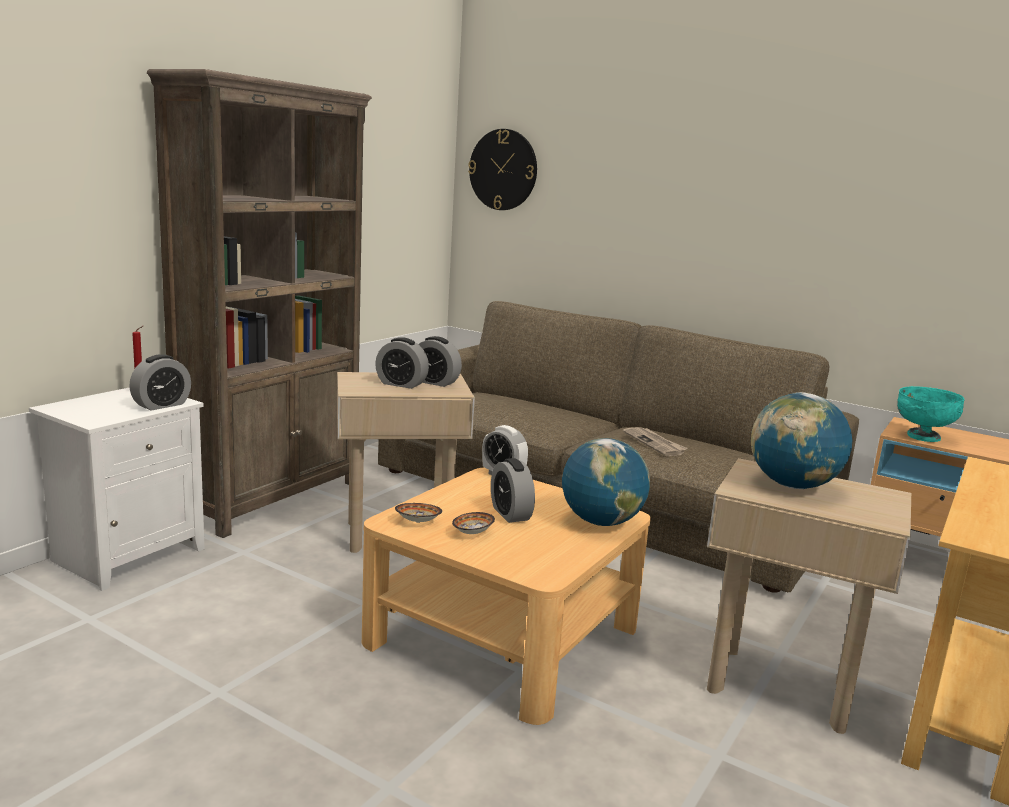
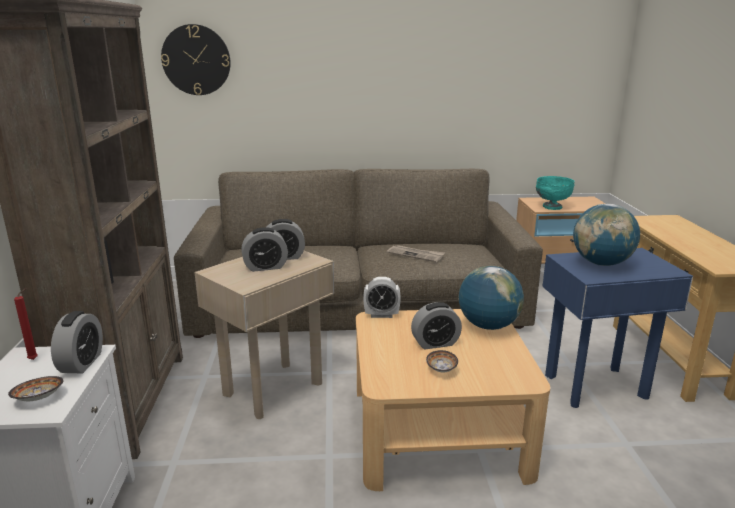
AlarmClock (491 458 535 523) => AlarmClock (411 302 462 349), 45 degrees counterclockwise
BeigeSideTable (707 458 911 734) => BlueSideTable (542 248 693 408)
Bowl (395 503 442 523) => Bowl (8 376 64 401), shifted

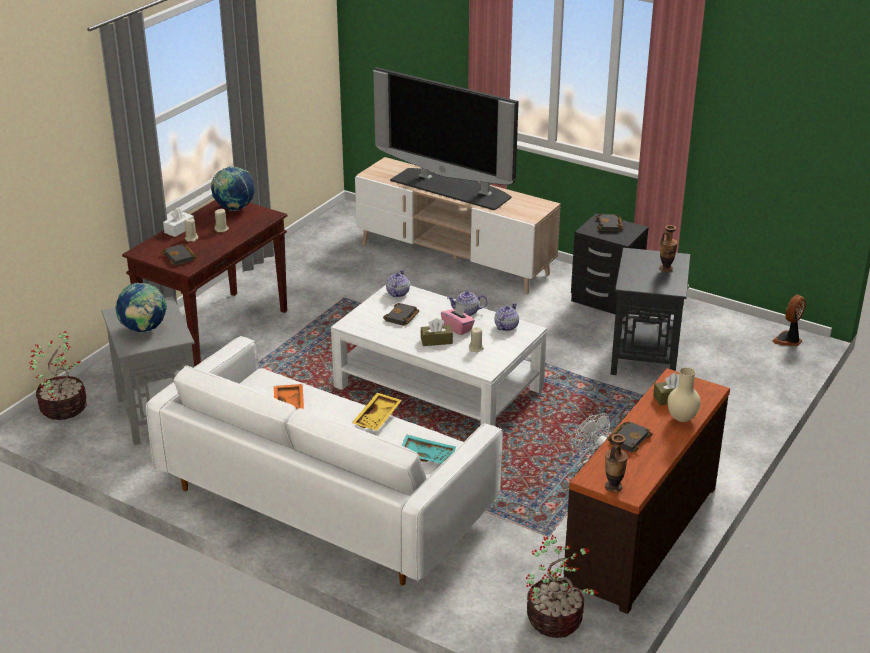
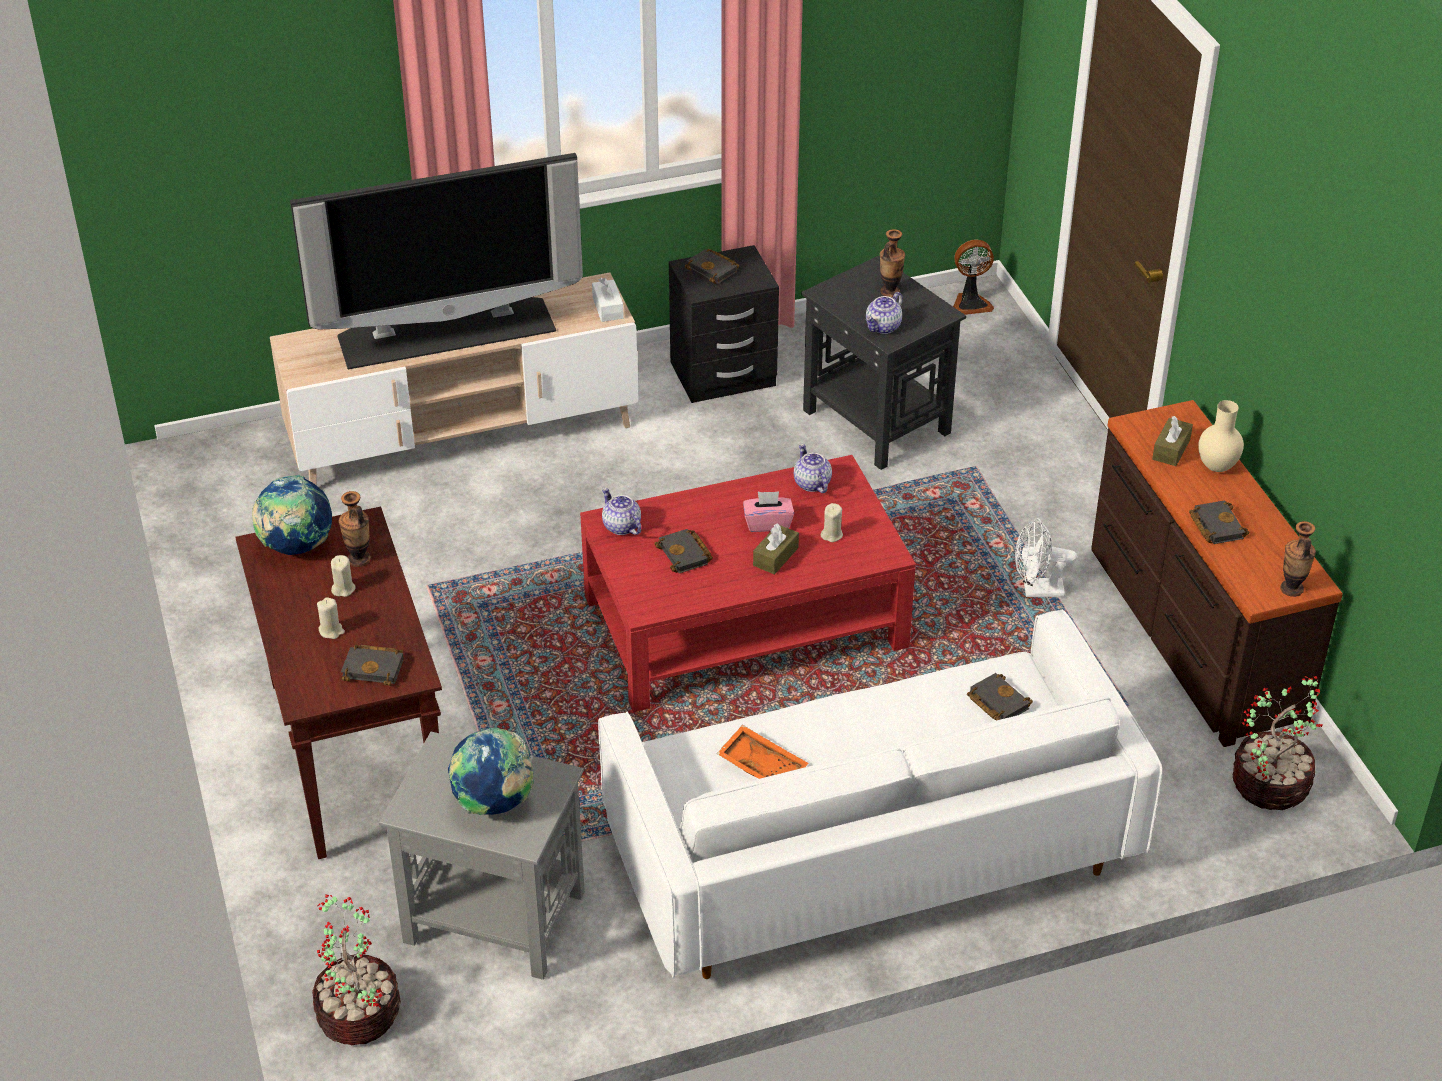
WhiteTissueBox (163 208 194 237) => WhiteTissueBox (592 278 624 322), shifted
WhiteCoffeeTable (331 285 547 426) => RedCoffeeTable (580 455 916 712)
Teapot (447 291 487 316) => Teapot (866 292 903 334), shifted
Fan (772 295 806 346) => Fan (953 240 994 315), 90 degrees counterclockwise
YellowTray (352 393 402 431) => nothing
TurquoiseTray (402 434 456 464) => BlackBook (967 673 1033 720)
nothing => Vase (339 491 371 567)

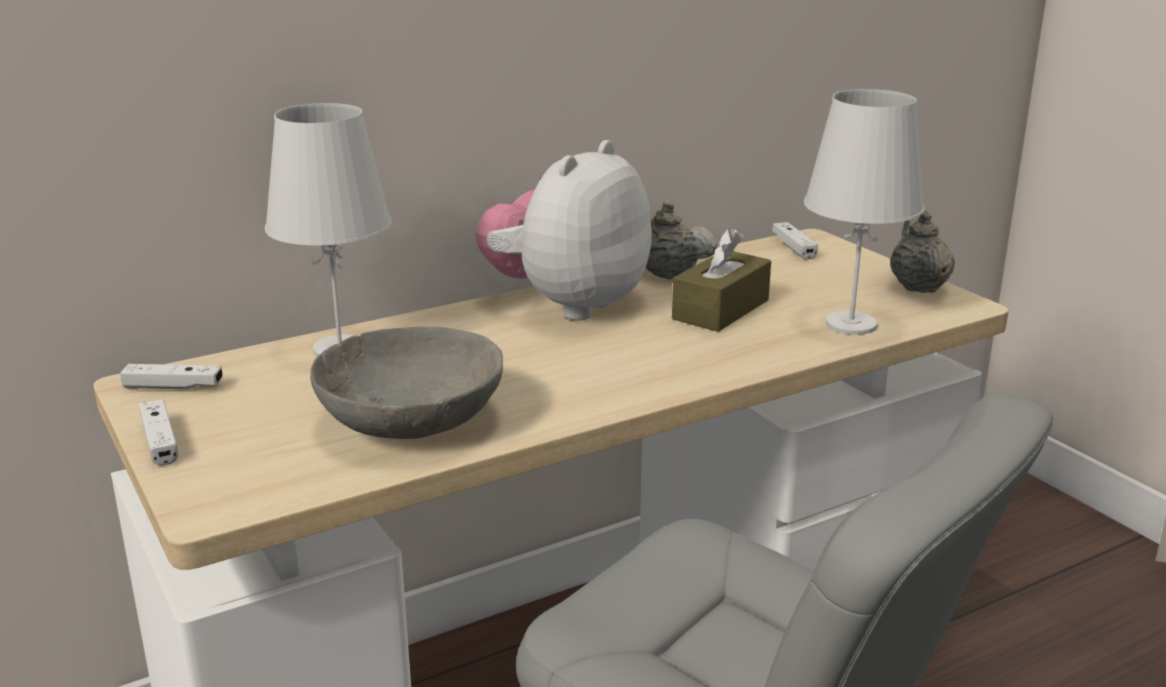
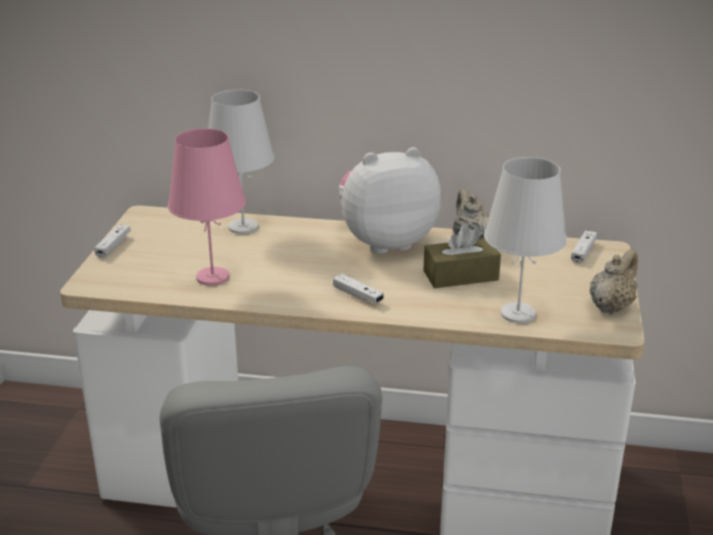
GreyBowl (310 327 503 439) => PinkTableLamp (168 128 246 285)
WhiteGameController (120 364 223 390) => WhiteGameController (333 274 384 304), shifted

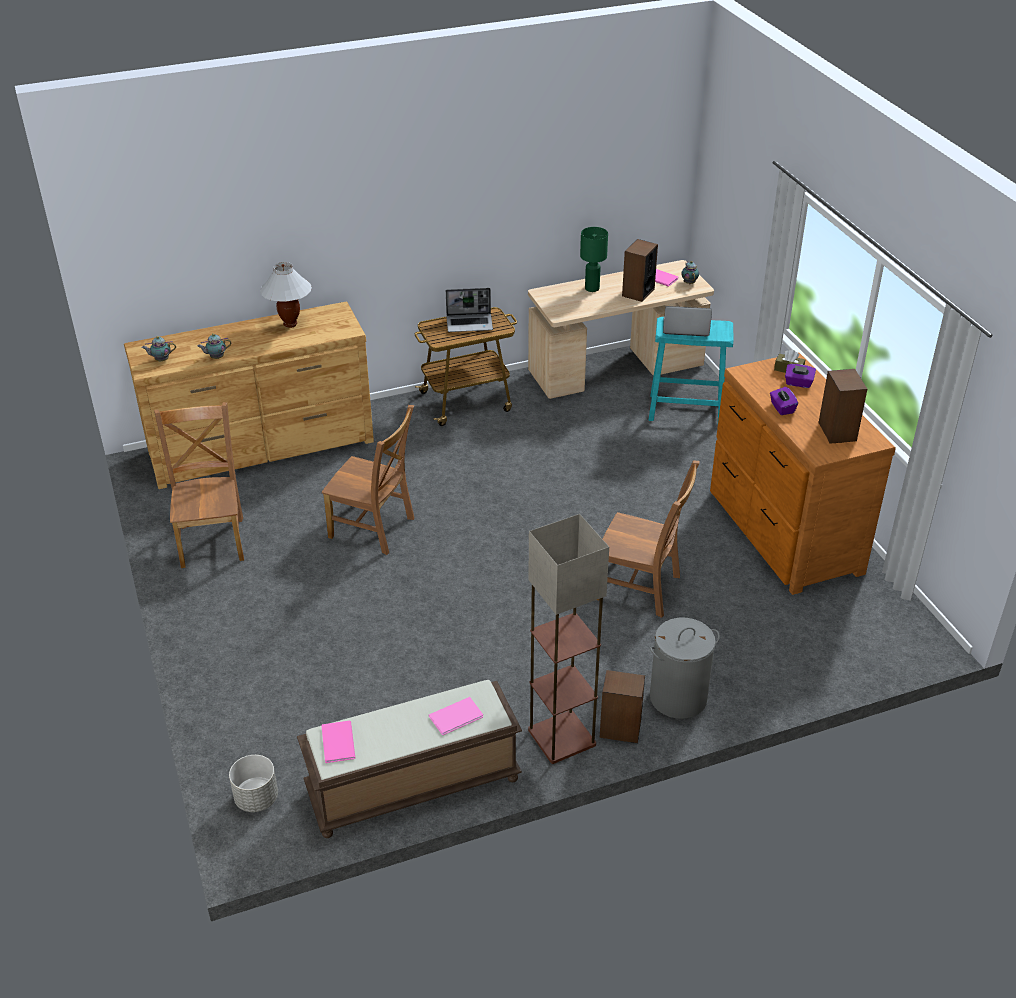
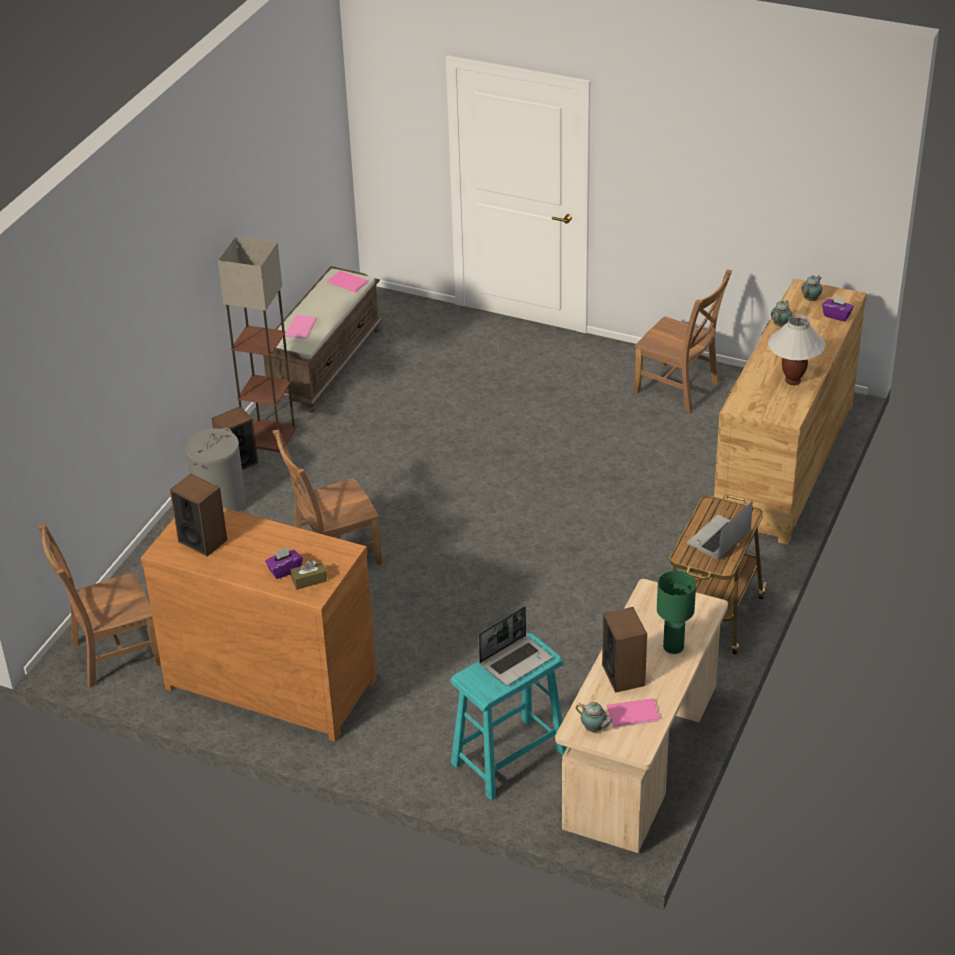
PurpleTissueBox (770 387 798 415) => PurpleTissueBox (822 295 854 322), shifted
BrownChair (322 405 414 555) => BrownChair (38 524 161 688), shifted
GreyPlanter (229 755 278 812) => nothing

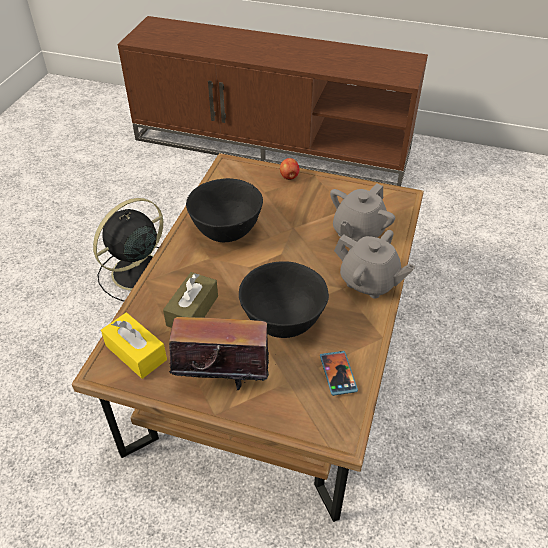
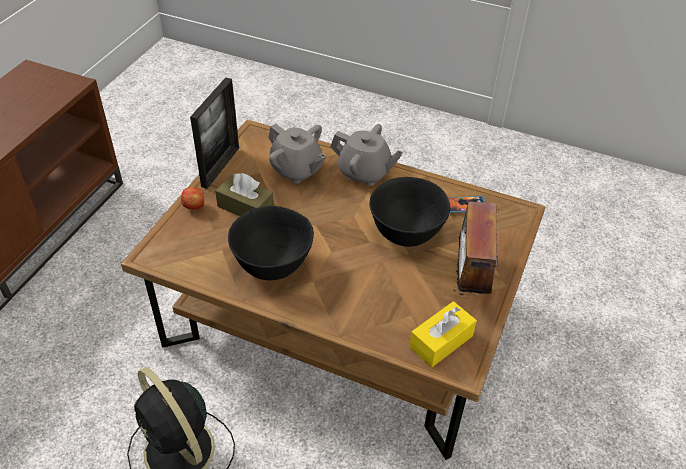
GreyTeapot (334 230 415 298) => GreyTeapot (330 124 403 186), 75 degrees clockwise
BrownTissueBox (163 272 218 328) => BrownTissueBox (215 173 274 216), shifted
nothing => PictureFrame (190 77 239 189)

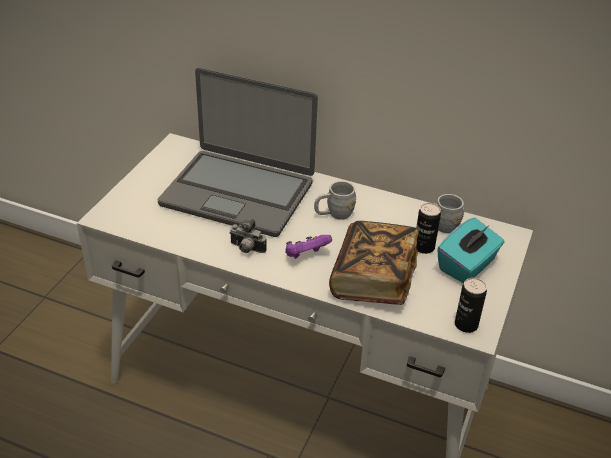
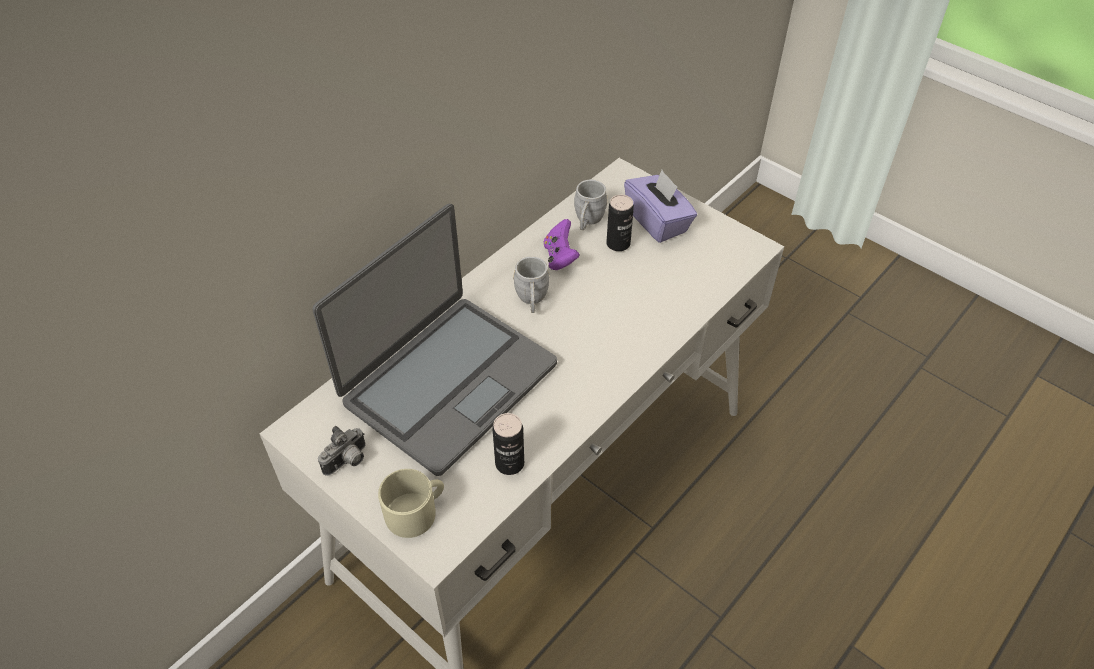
TurquoiseTissueBox (437 218 504 283) => PurpleTissueBox (624 170 697 243)
PhotoCamera (229 219 267 253) => PhotoCamera (318 426 366 476), shifted
Book (329 221 419 305) => nothing
PurpleGameController (285 235 332 259) => PurpleGameController (544 219 580 270), shifted
Can (455 278 487 333) => Can (492 413 524 475), shifted
nothing => BeigeMug (378 469 444 538)

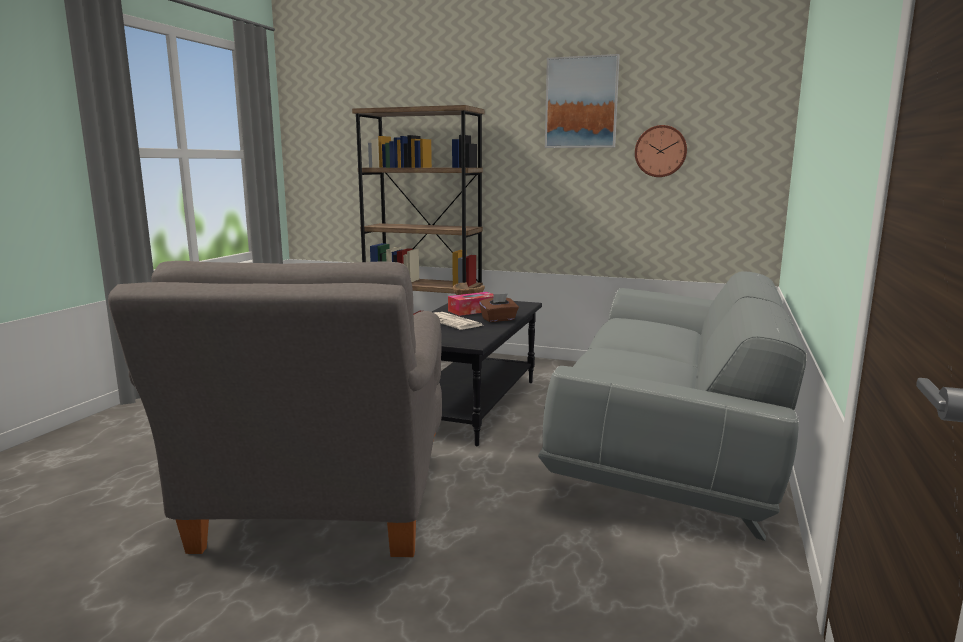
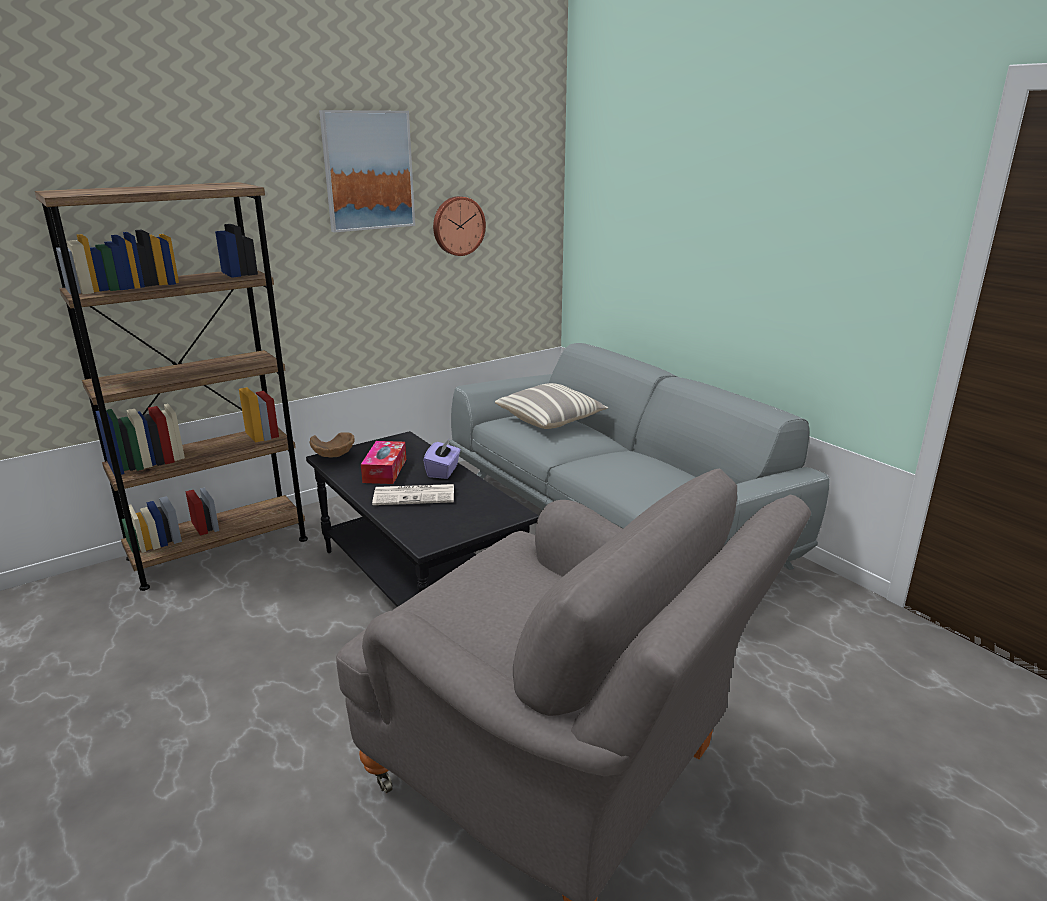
BrownTissueBox (479 293 519 322) => PurpleTissueBox (423 438 461 479)
nothing => Pillow (495 383 608 429)

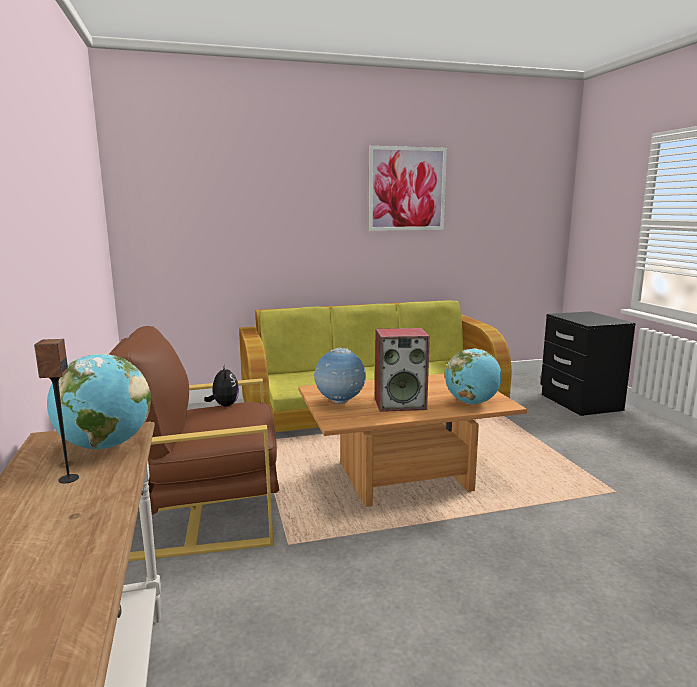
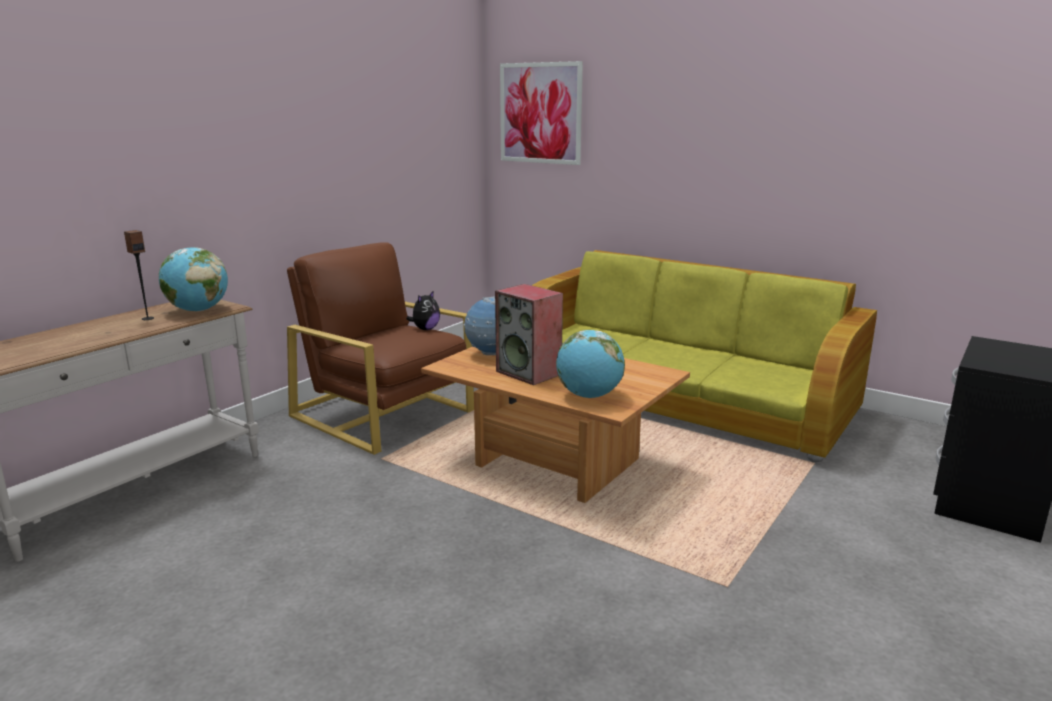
Picture (368 146 447 231) => Picture (500 61 583 165), shifted

